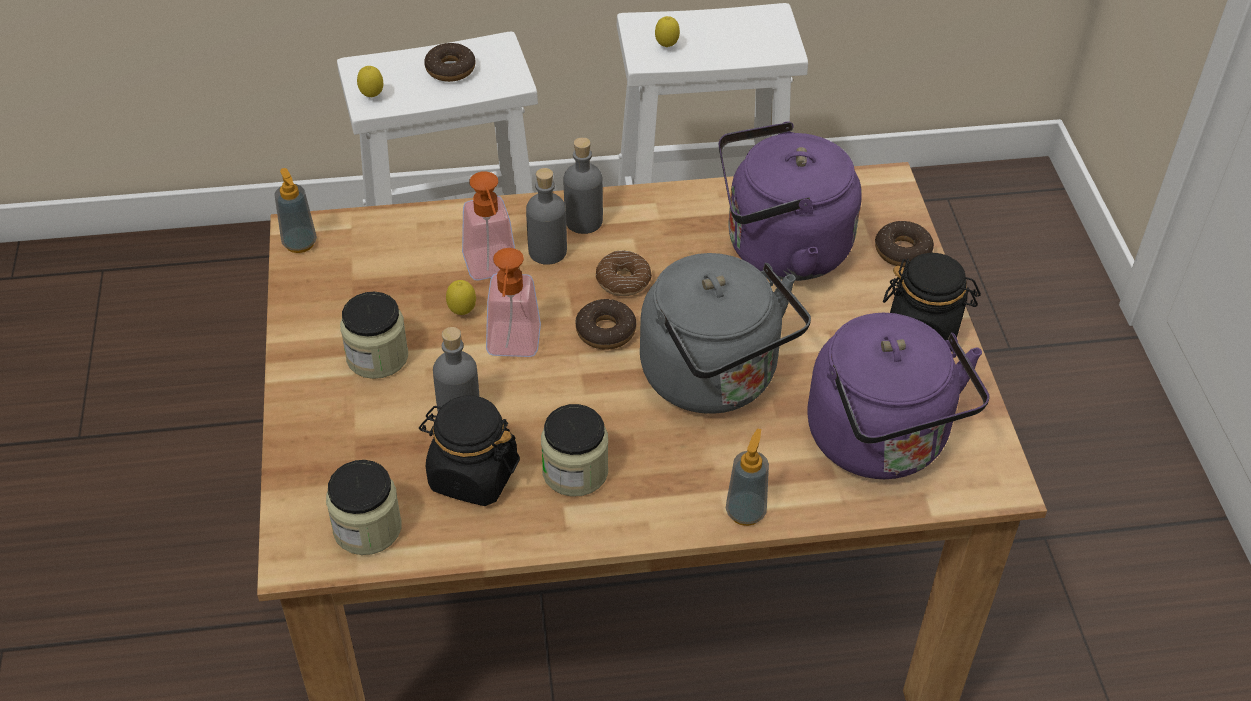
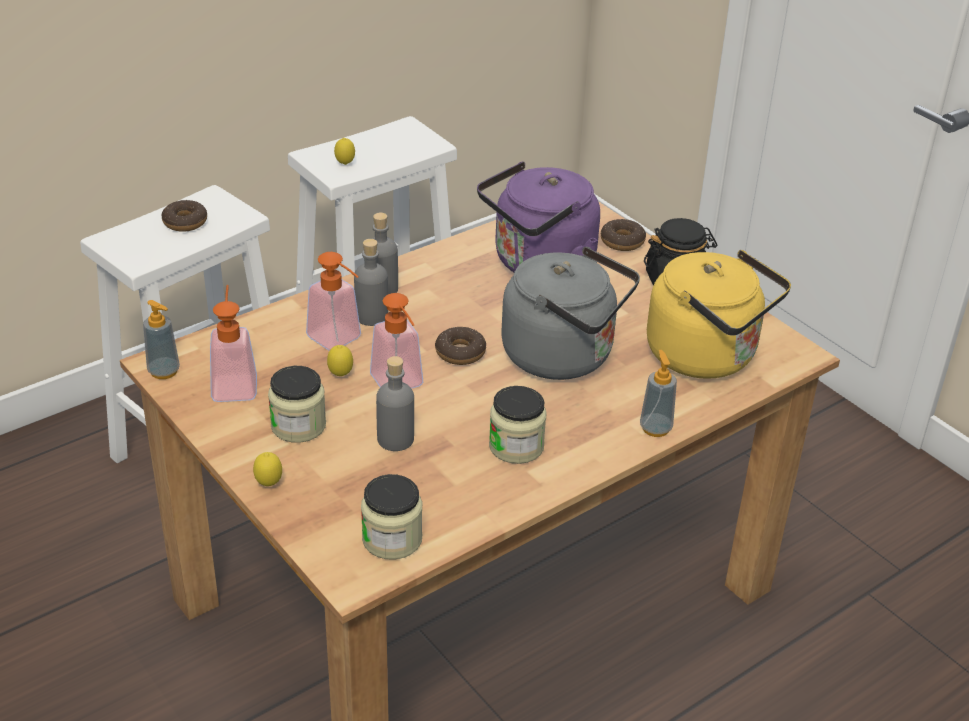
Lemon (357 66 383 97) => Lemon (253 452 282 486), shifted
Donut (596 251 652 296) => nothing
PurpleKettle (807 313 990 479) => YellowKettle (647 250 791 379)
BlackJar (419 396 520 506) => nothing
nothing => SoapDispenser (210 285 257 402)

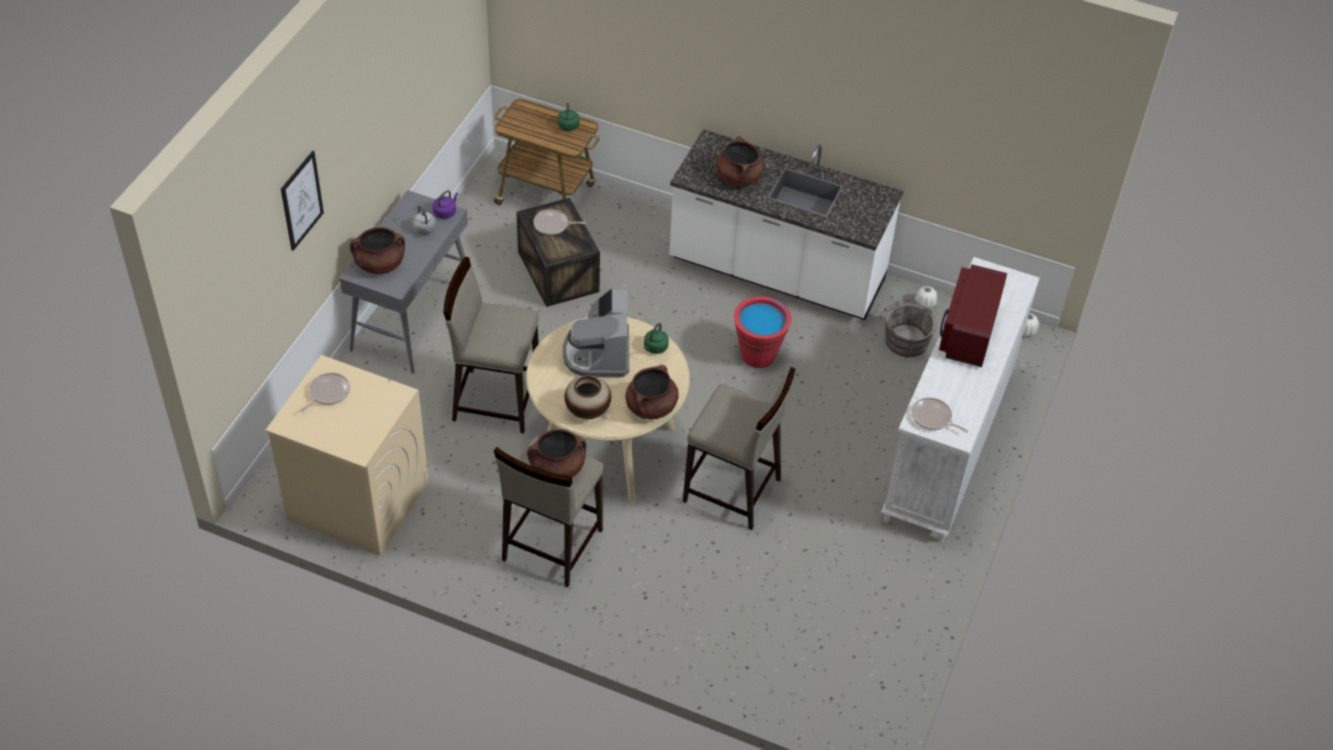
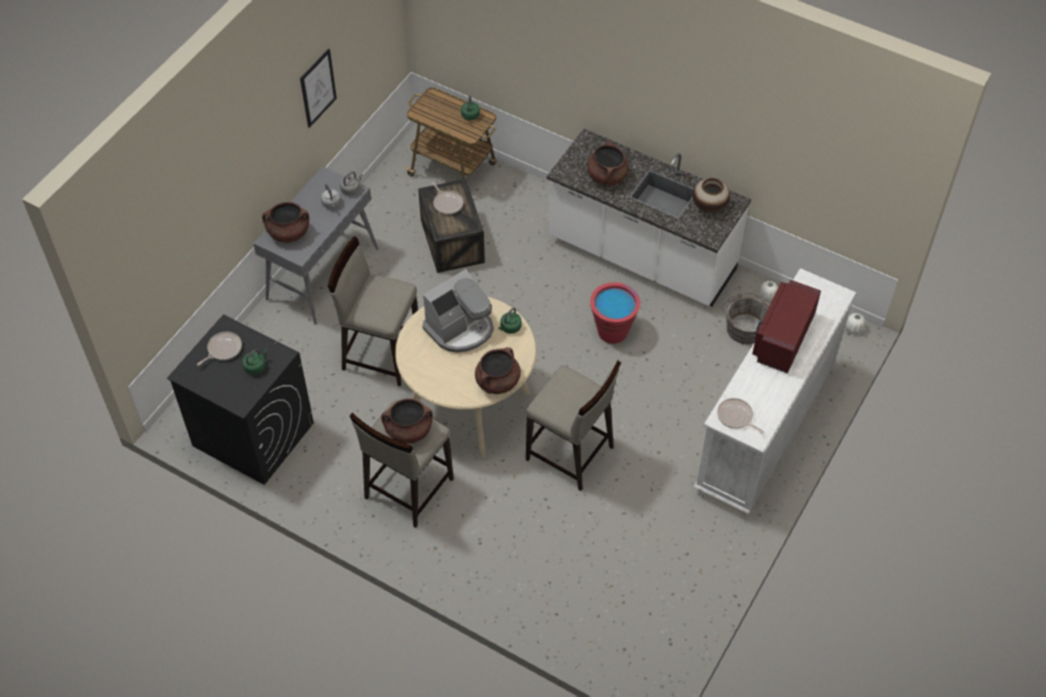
Picture (281 151 324 251) => Picture (300 49 337 128), shifted
PurpleKettle (433 190 458 219) => GreyKettle (340 172 363 195)
FryingPan (533 209 586 235) => FryingPan (432 182 463 214), 135 degrees counterclockwise
CoffeeMachine (563 289 629 377) => CoffeeMachine (422 269 494 353), 135 degrees counterclockwise
BeigeWashingMachine (265 355 428 556) => BlackWashingMachine (167 314 314 485)
Vase (564 376 611 419) => Vase (693 178 730 213), shifted
nothing => GreenKettle (242 349 268 375)

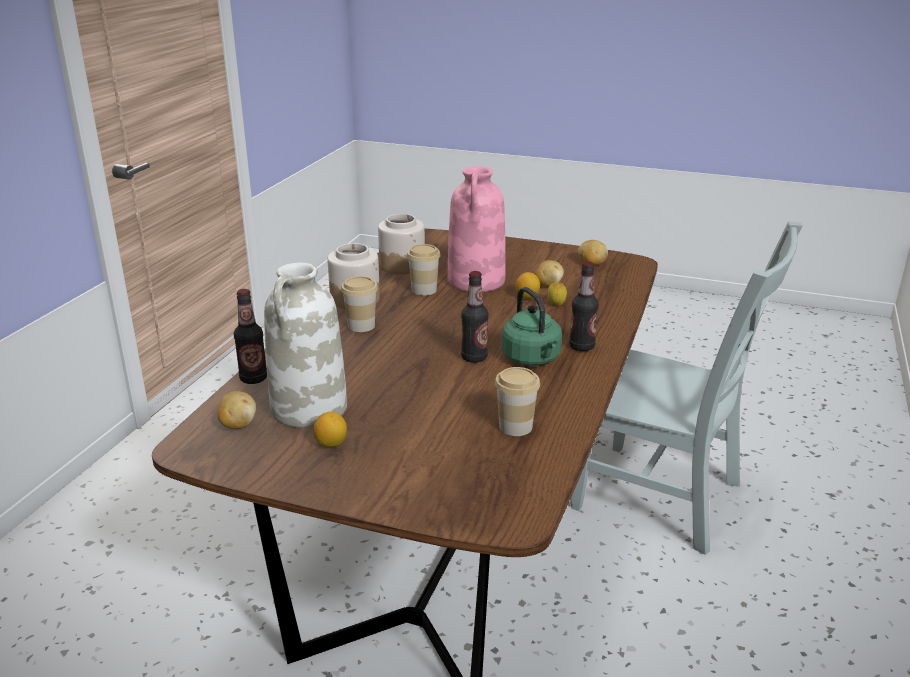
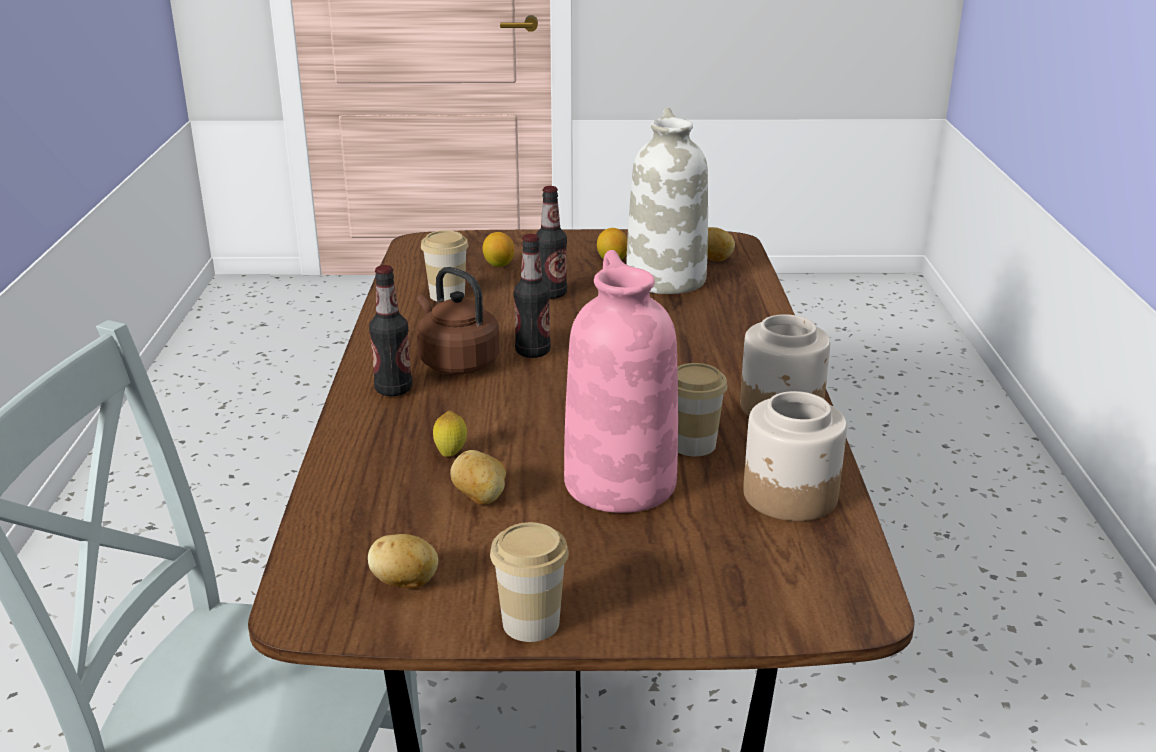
Lemon (516 272 540 299) => Lemon (482 232 514 267), shifted
Cup (341 276 378 332) => Cup (490 522 569 642), shifted
GreenKettle (502 287 562 366) => BrownKettle (417 267 500 374)
Bottle (234 289 267 384) => Bottle (536 186 567 299), shifted

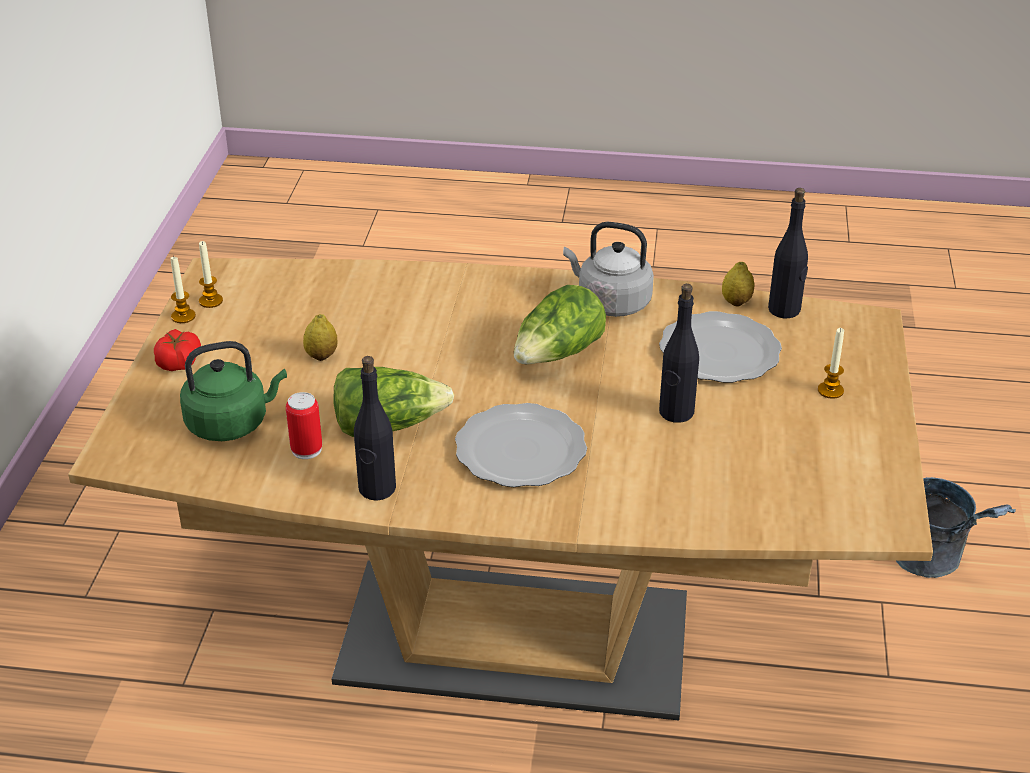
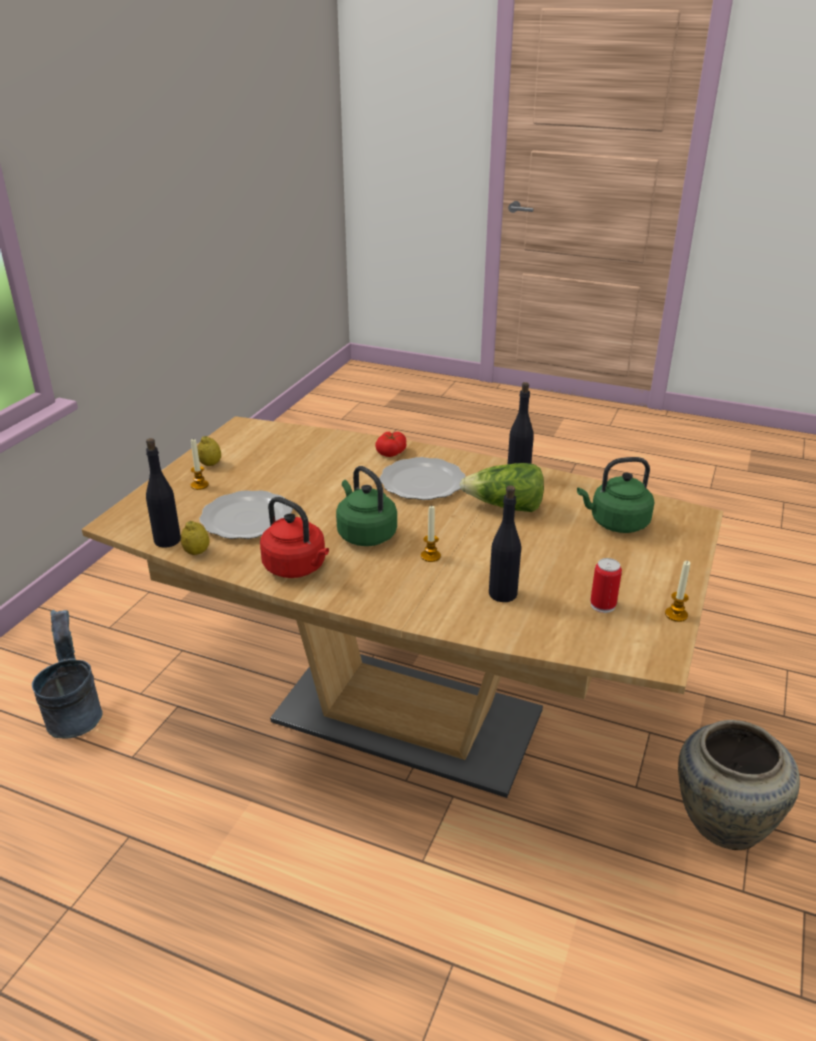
GreyKettle (563 222 654 317) => RedKettle (260 497 329 578)
Candle (199 241 223 308) => Candle (421 505 441 562), shifted
BlackBottle (659 284 699 423) => BlackBottle (489 485 521 602), shifted
Lettuce (514 285 606 364) => GreenKettle (336 466 397 546)
Lemon (303 314 337 361) => Lemon (197 436 221 466), shifted
Tomato (154 329 201 371) => Tomato (375 432 406 457), shifted
Can (286 392 322 459) => Can (590 558 622 613), shifted
nothing => BeigeVase (678 720 800 850)

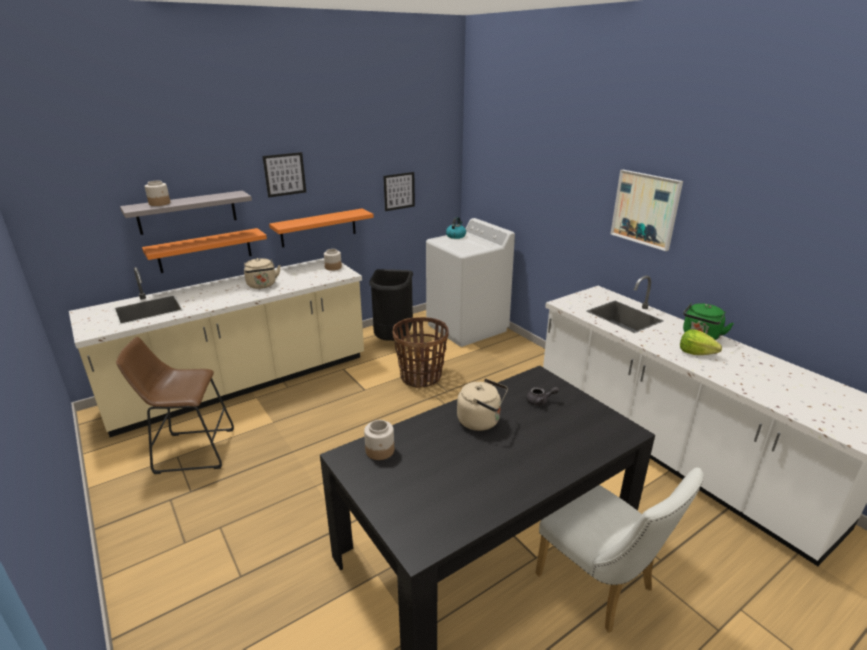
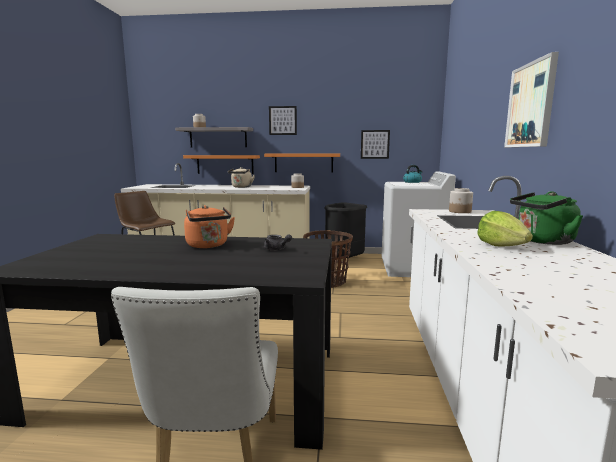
BeigeKettle (457 379 508 431) => OrangeKettle (184 205 235 248)
Jar (364 420 394 460) => Jar (449 188 473 213), shifted

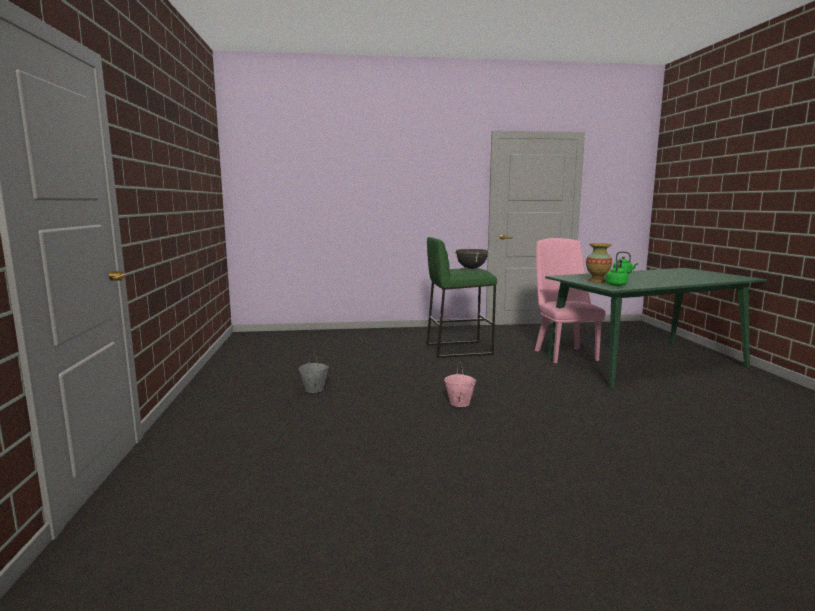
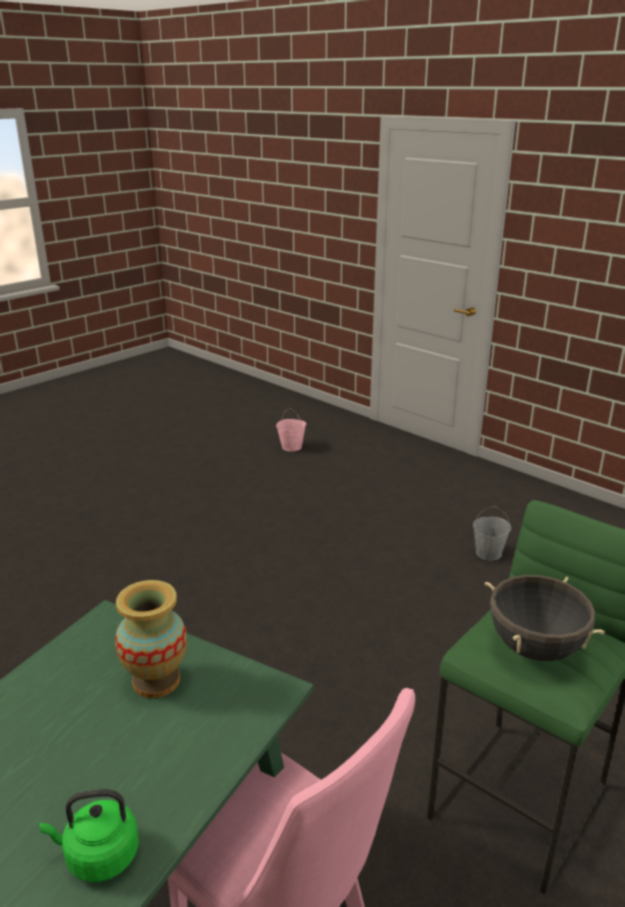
GreenKettle (605 259 628 286) => nothing
PinkBucket (444 362 476 407) => PinkBucket (276 408 306 451), shifted

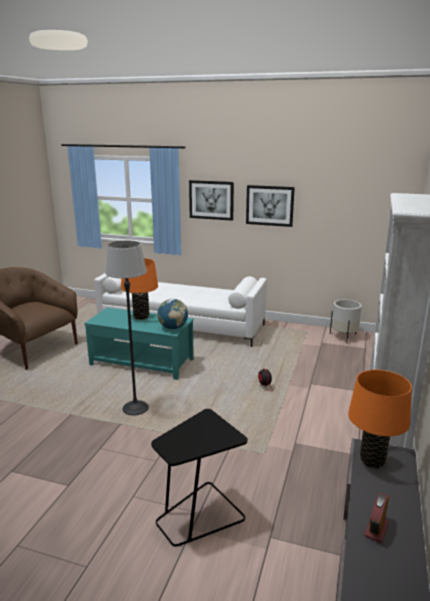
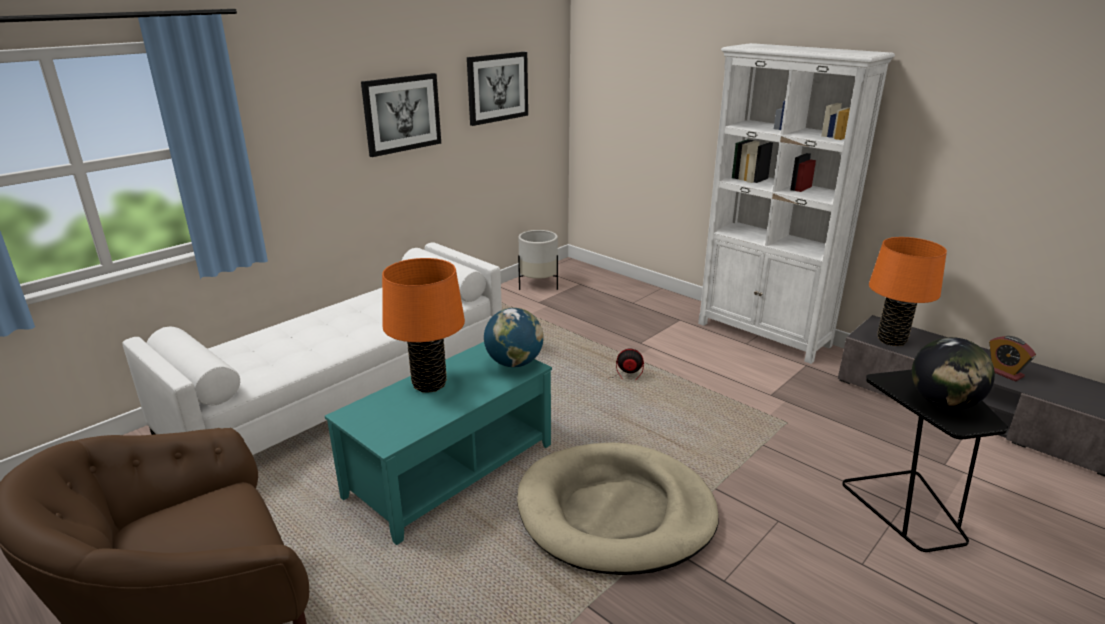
Picture (189 180 234 221) => Picture (467 52 528 126), shifted
FloorLamp (105 240 149 416) => BeigeDogBed (517 442 719 575)
nothing => Globe (912 337 995 410)

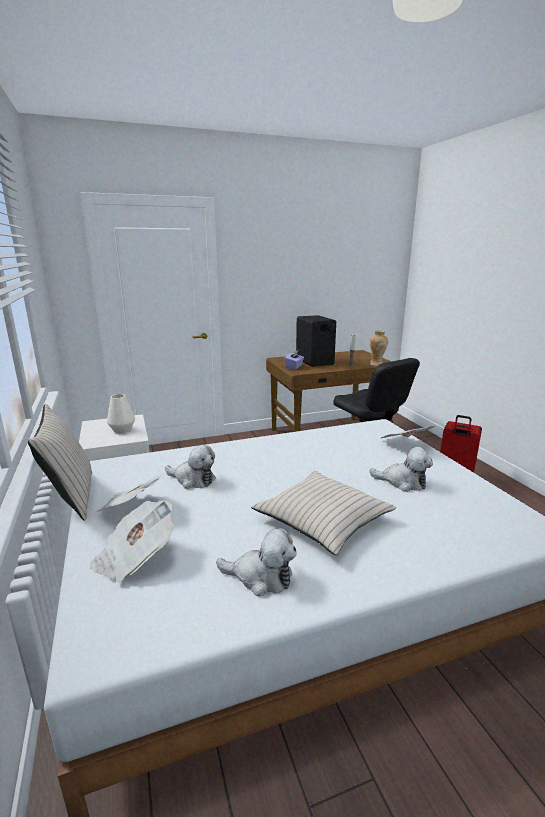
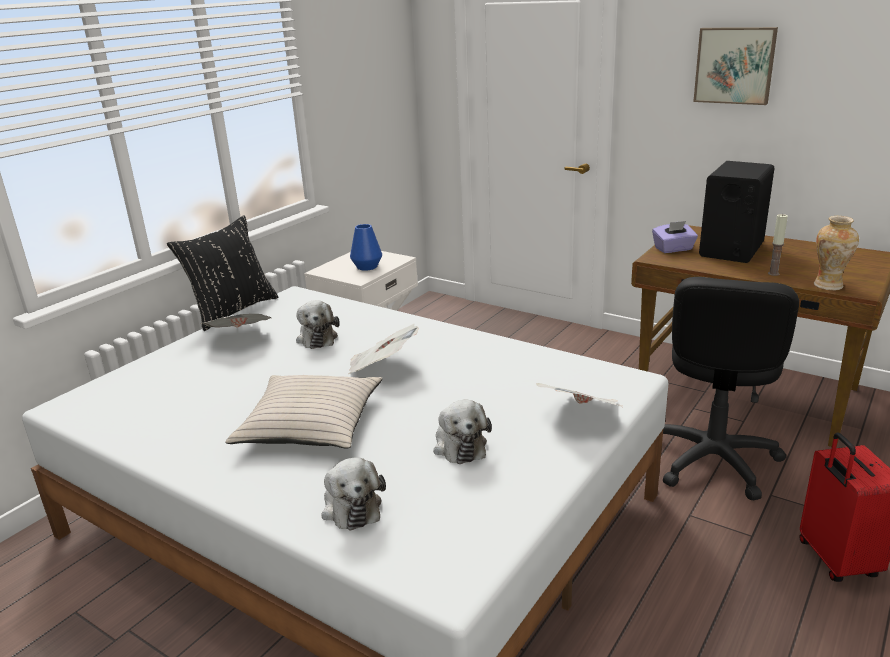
WhiteVase (107 394 135 433) => BlueVase (350 224 382 271)
BeigePillow (28 404 92 521) => BlackPillow (167 215 279 331)
Newspaper (90 501 174 583) => Newspaper (348 324 419 374), shifted
PlushToy (216 528 296 597) => PlushToy (321 457 386 530), shifted
nothing => Picture (693 27 778 105)

